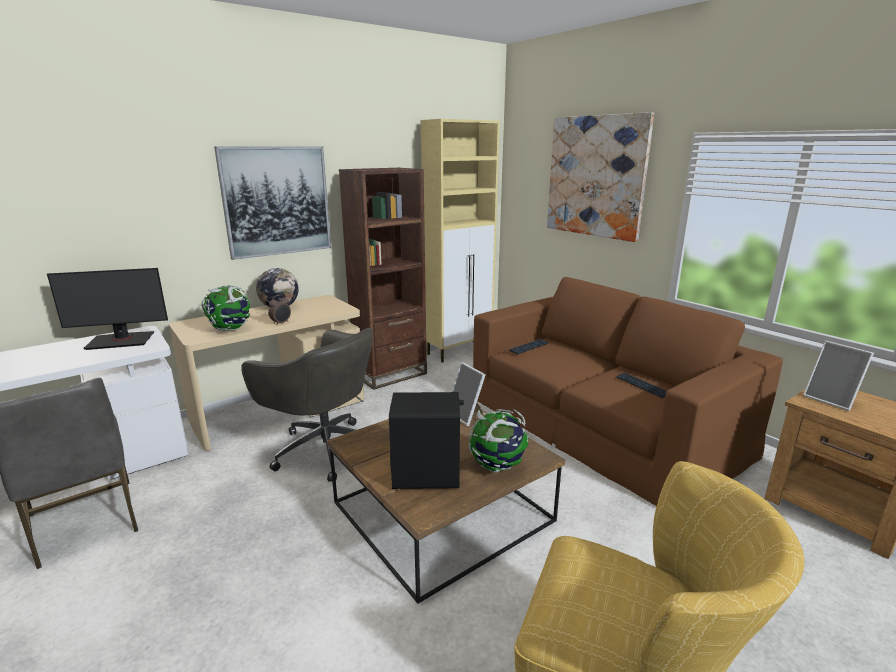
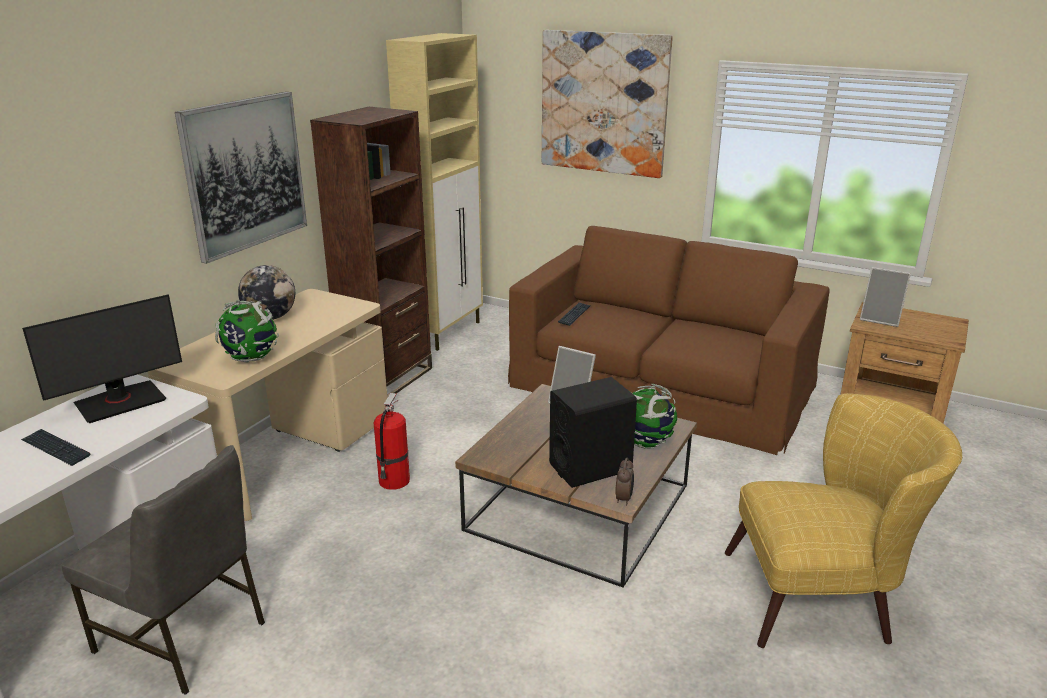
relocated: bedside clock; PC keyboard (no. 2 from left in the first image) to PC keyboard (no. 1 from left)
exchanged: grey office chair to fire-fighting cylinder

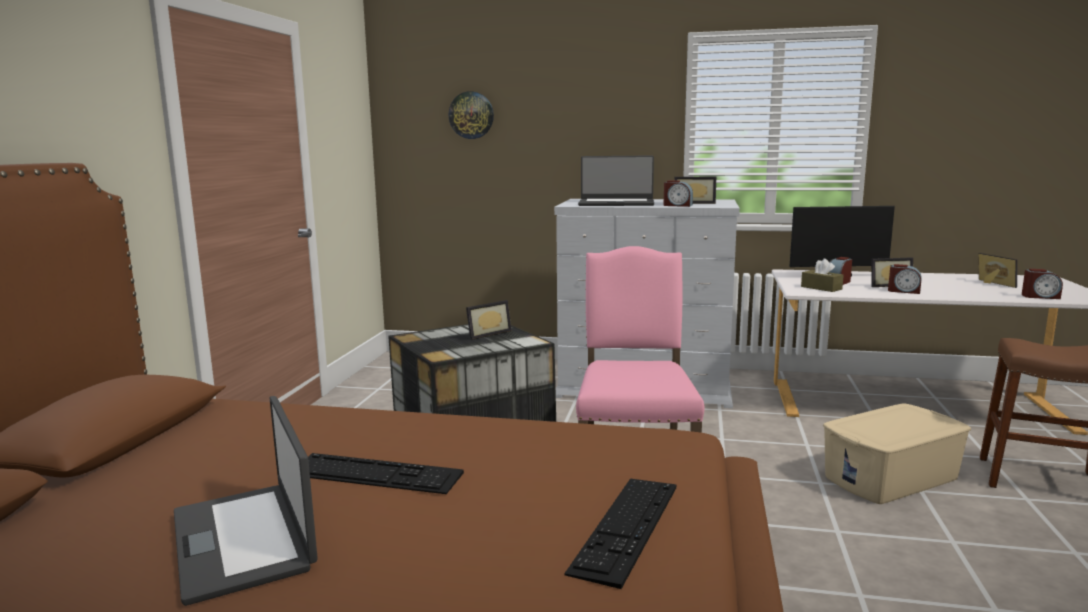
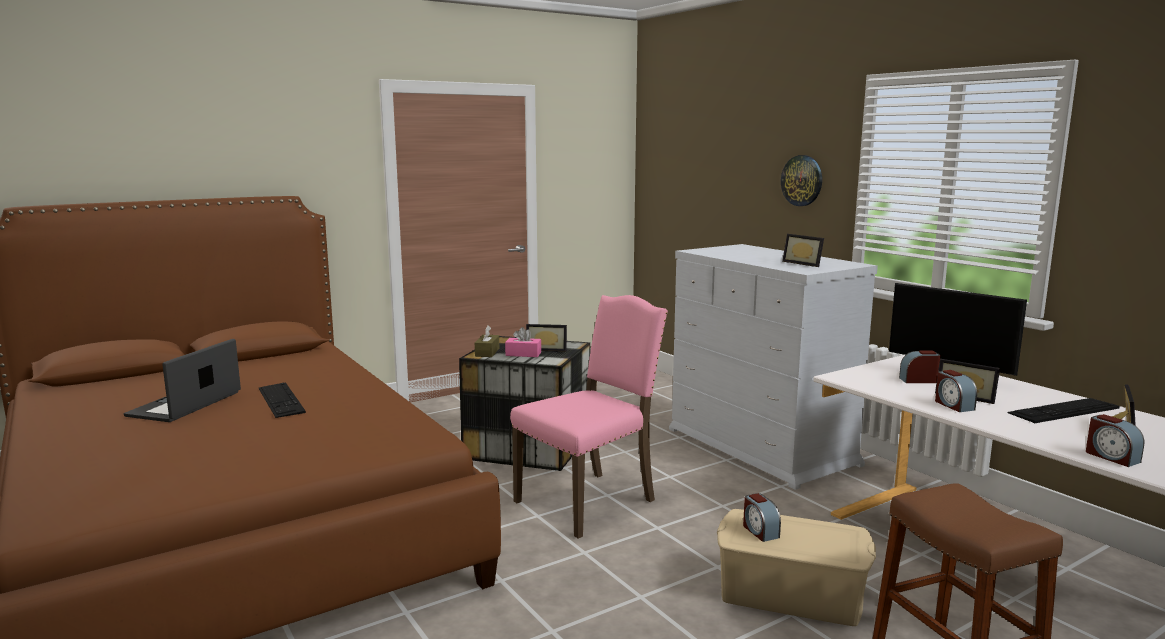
missing: portable computer (no. 2 from left)
appeared: pink-coloured tissue box
relocated: hanging clock; PC keyboard (no. 2 from left); bedside clock (no. 1 from left); brown tissue box

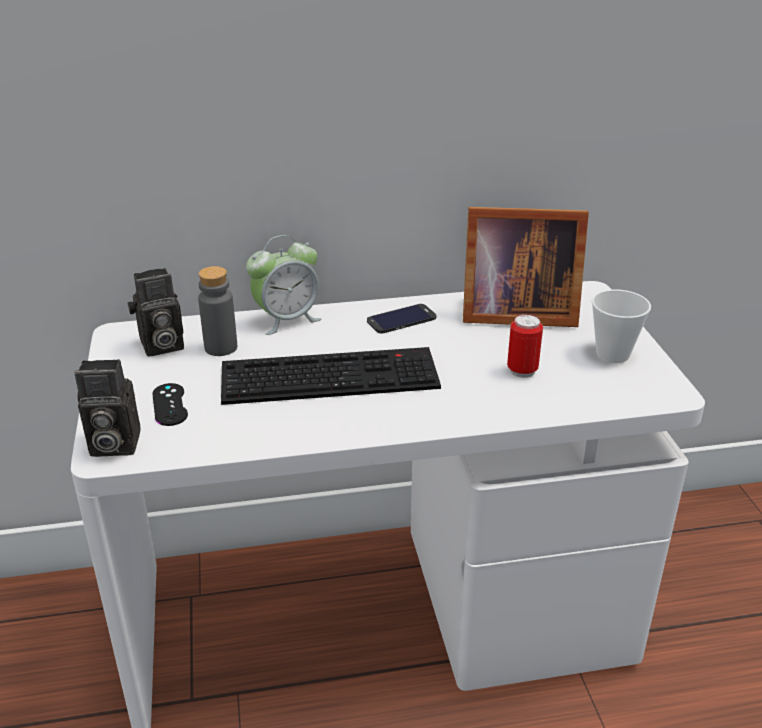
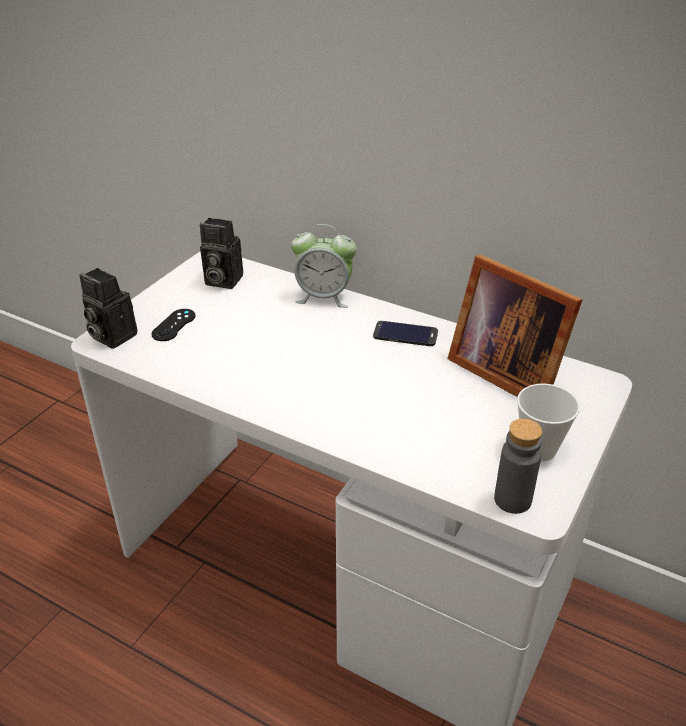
missing: PC keyboard; sealed can
relocated: grey beverage bottle

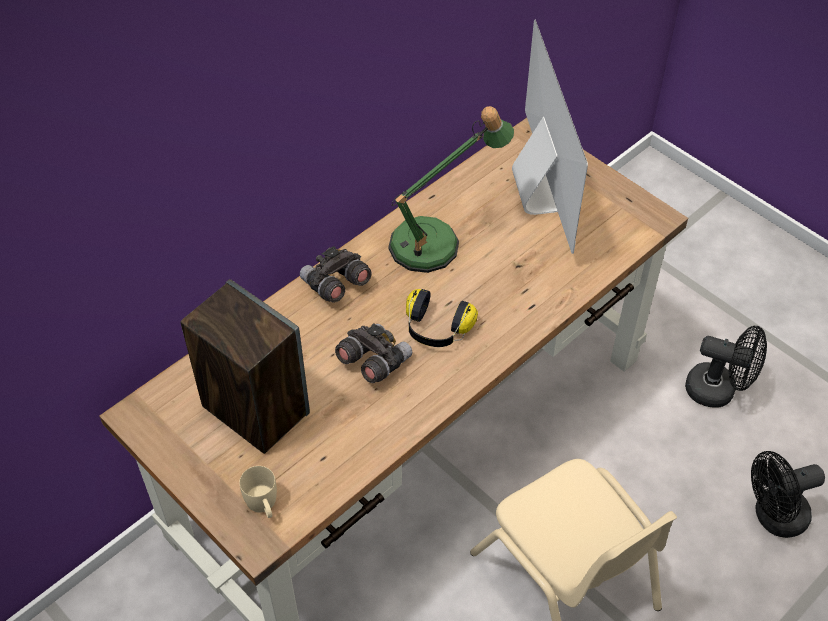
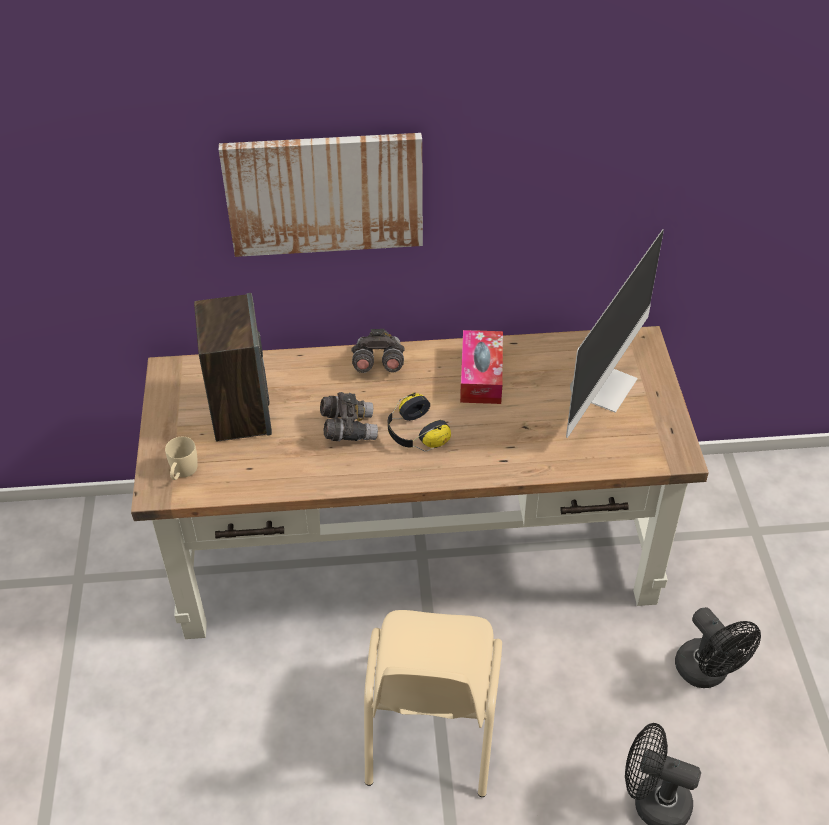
appeared: wall art
exchanged: table lamp to tissue box

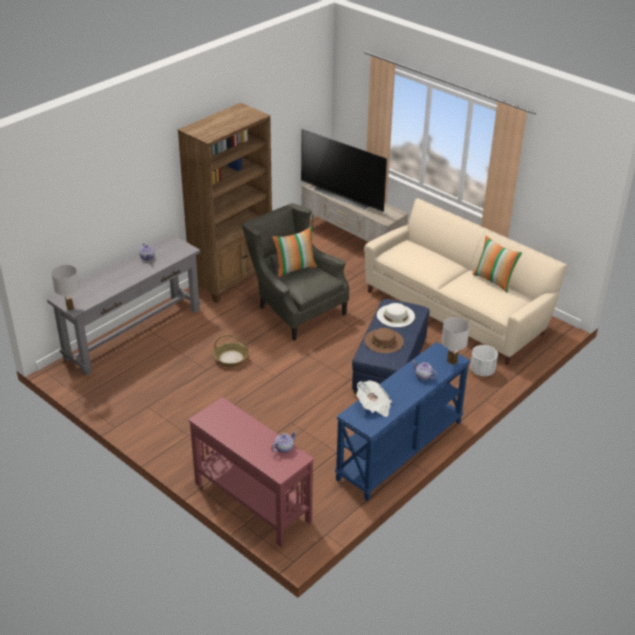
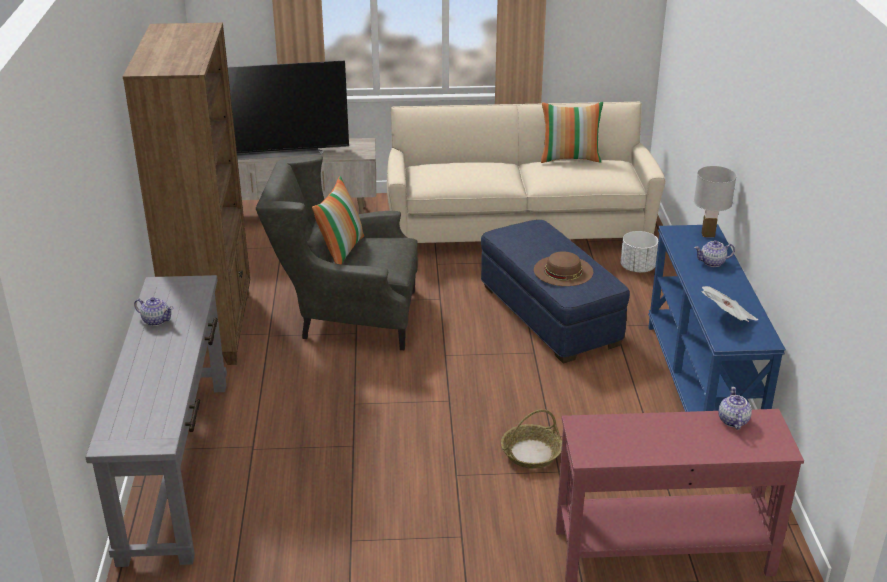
missing: whitish table lamp (no. 1 from left); whitish clothing hat
relocated: storage basket

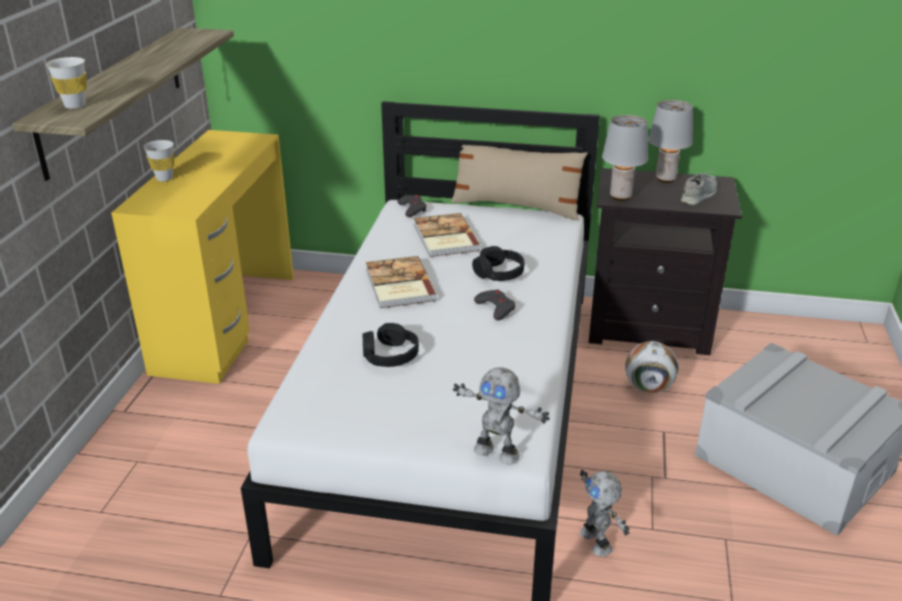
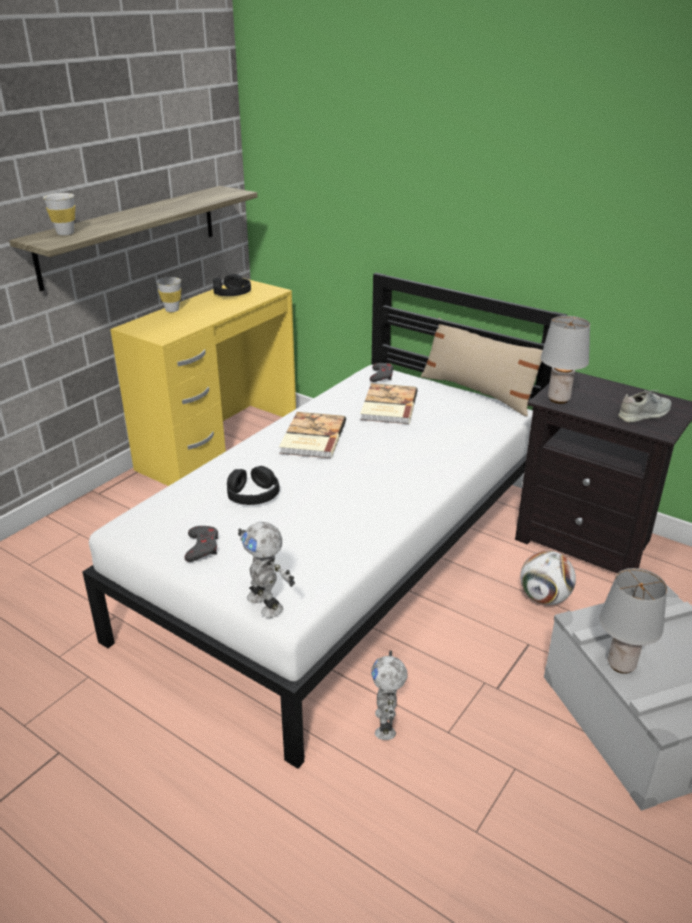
relocated: black-coloured pair of headphones (no. 2 from left in the first image) to black-coloured pair of headphones (no. 1 from left); grey gamepad (no. 2 from left in the first image) to grey gamepad (no. 1 from left); grey table lamp (no. 2 from left)

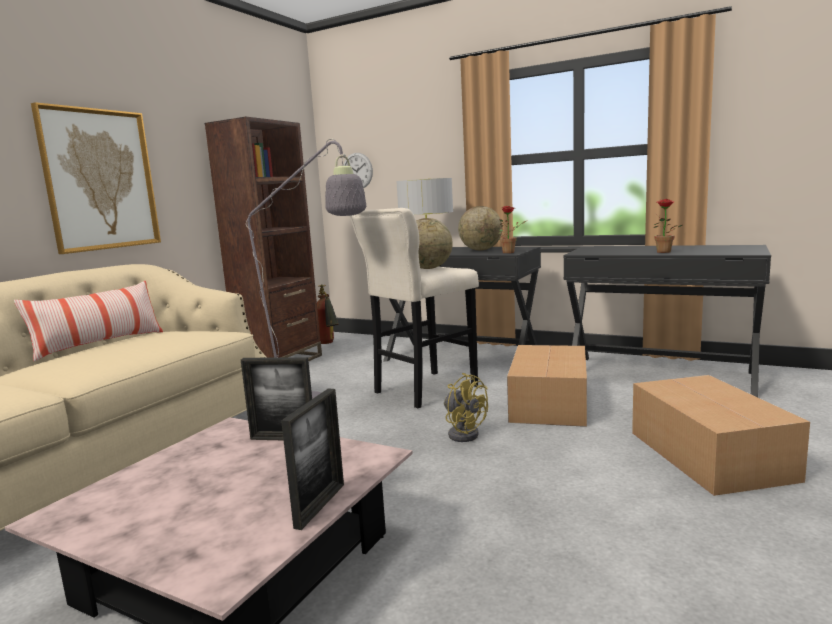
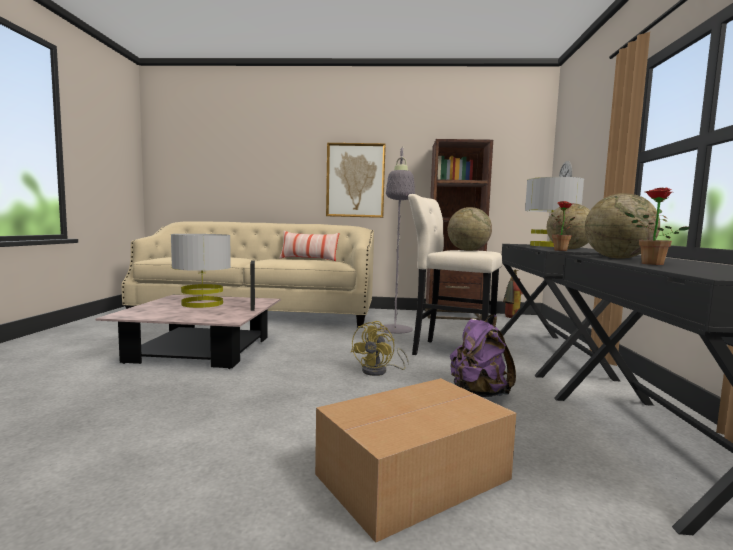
missing: photo frame (no. 2 from left)
appeared: grey table lamp (no. 1 from left); desk globe (no. 3 from left)
exchanged: cardboard box (no. 1 from left) to purple knapsack

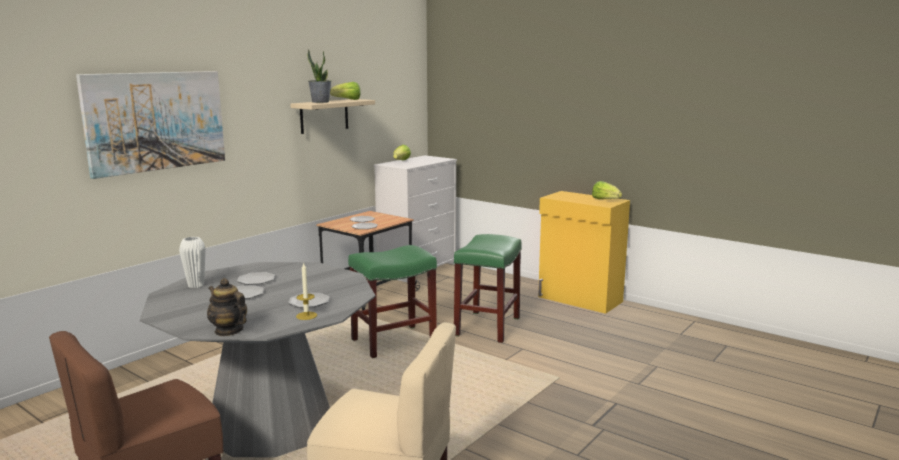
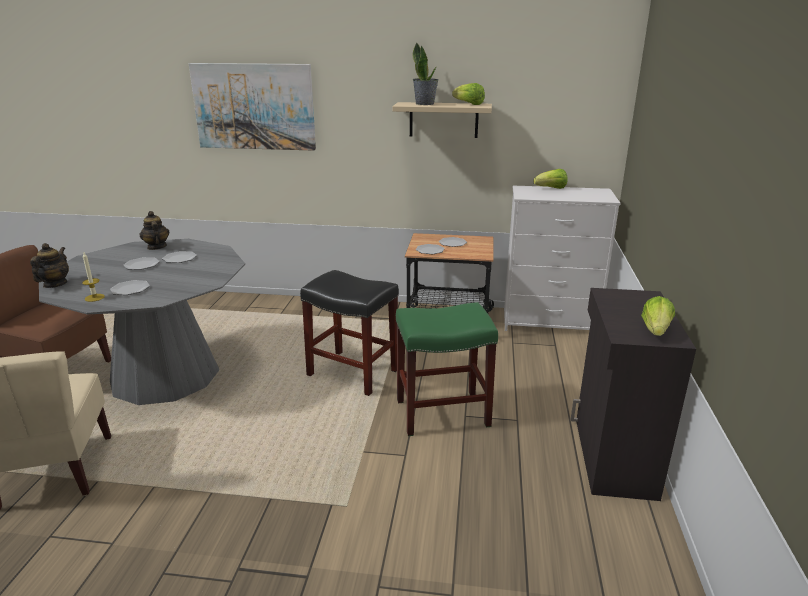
exchanged: whitish vase to teapot (no. 2 from left)
colour: green stool seat (no. 1 from left) to black-coloured stool seat; yellow-coloured storage cabinet to black-coloured storage cabinet

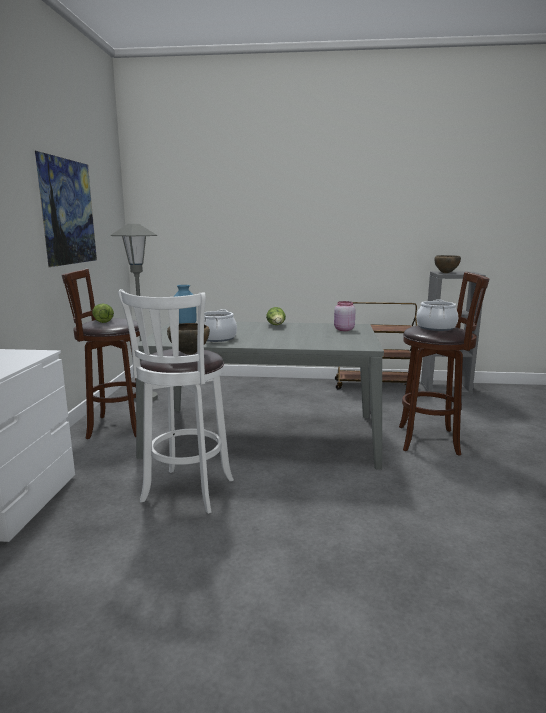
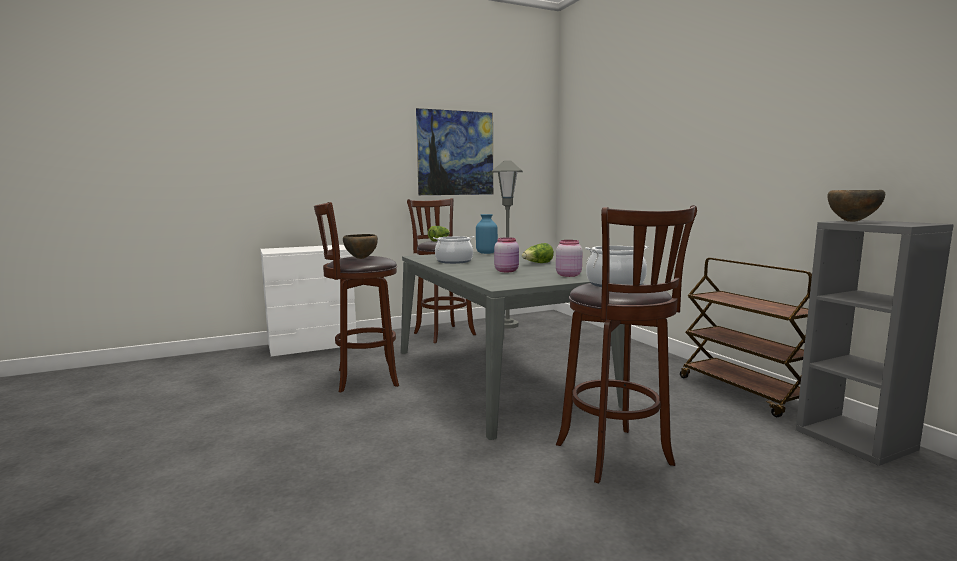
appeared: pink-coloured preserve jar (no. 1 from left)
colour: whitish stool seat to brown stool seat (no. 1 from left)

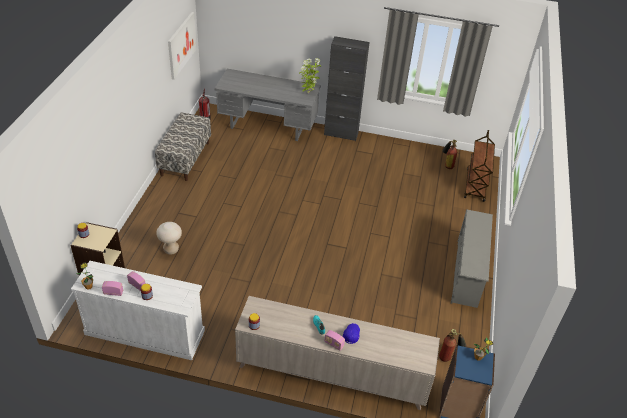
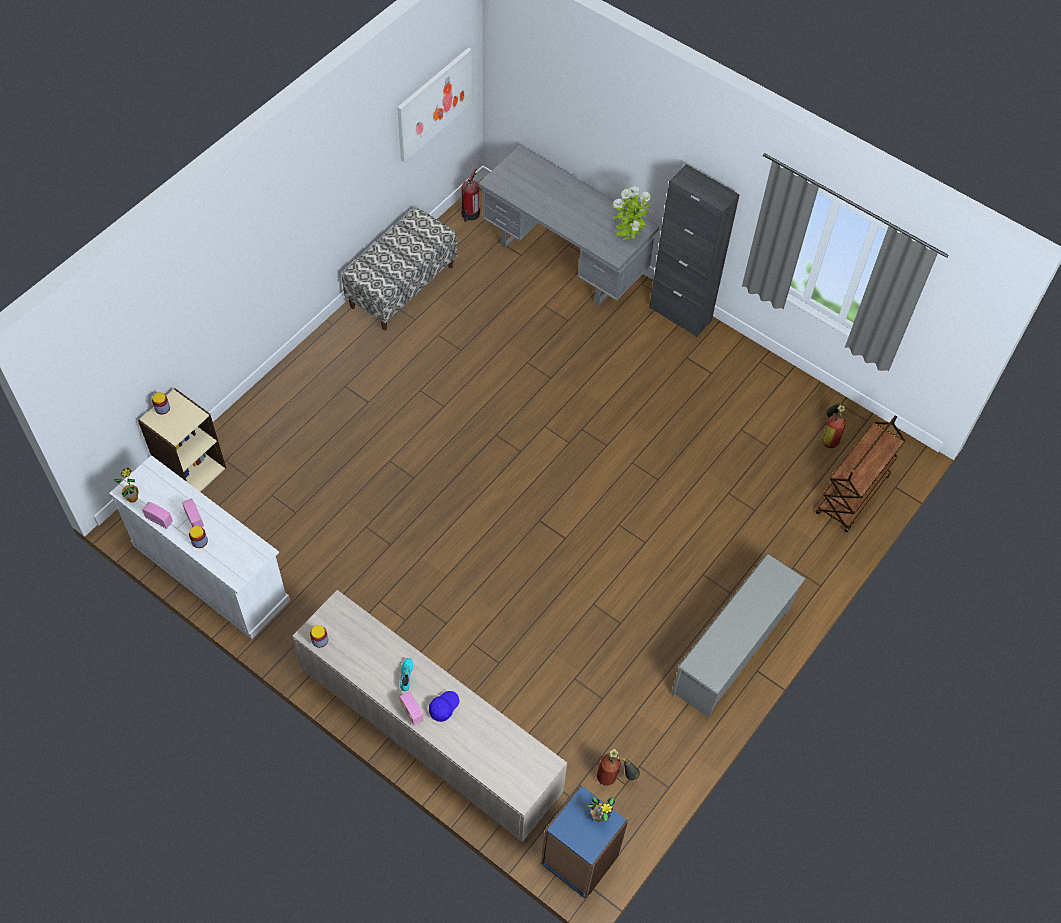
missing: beige stool seat

